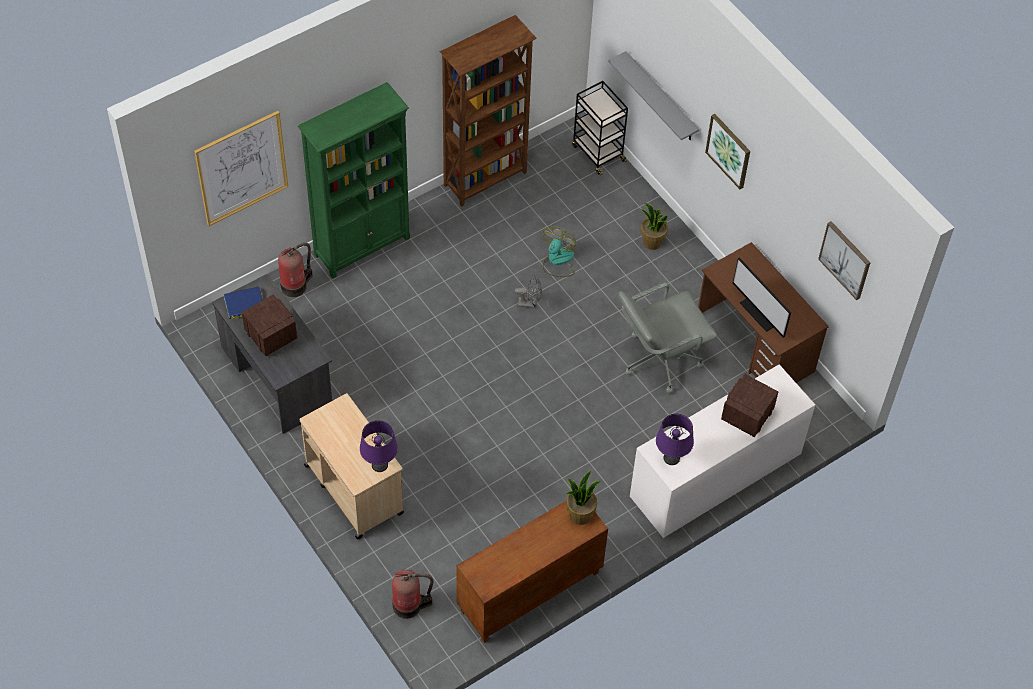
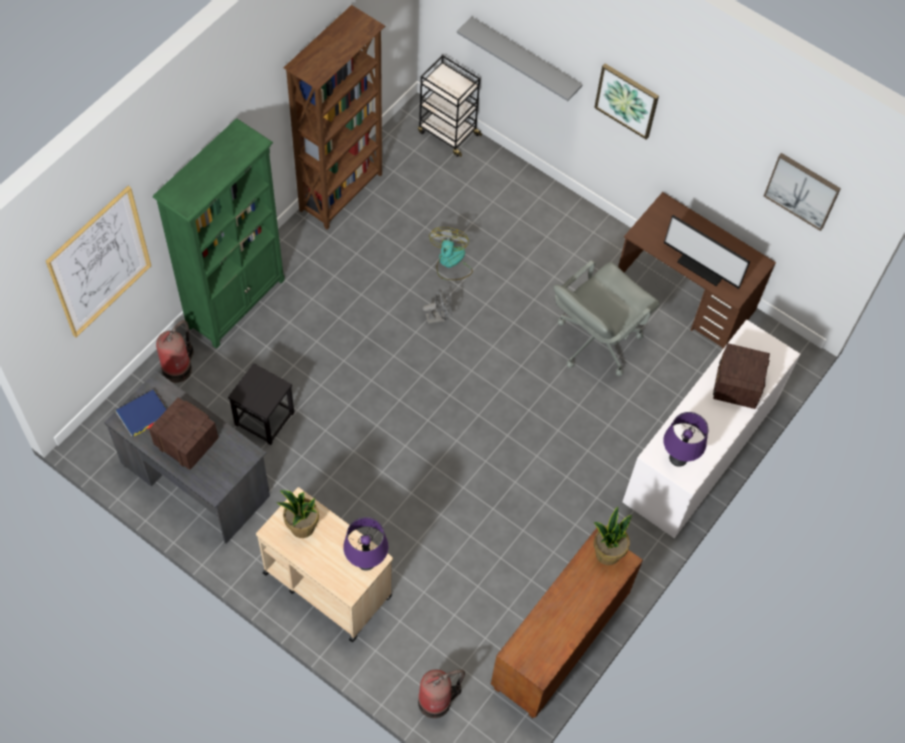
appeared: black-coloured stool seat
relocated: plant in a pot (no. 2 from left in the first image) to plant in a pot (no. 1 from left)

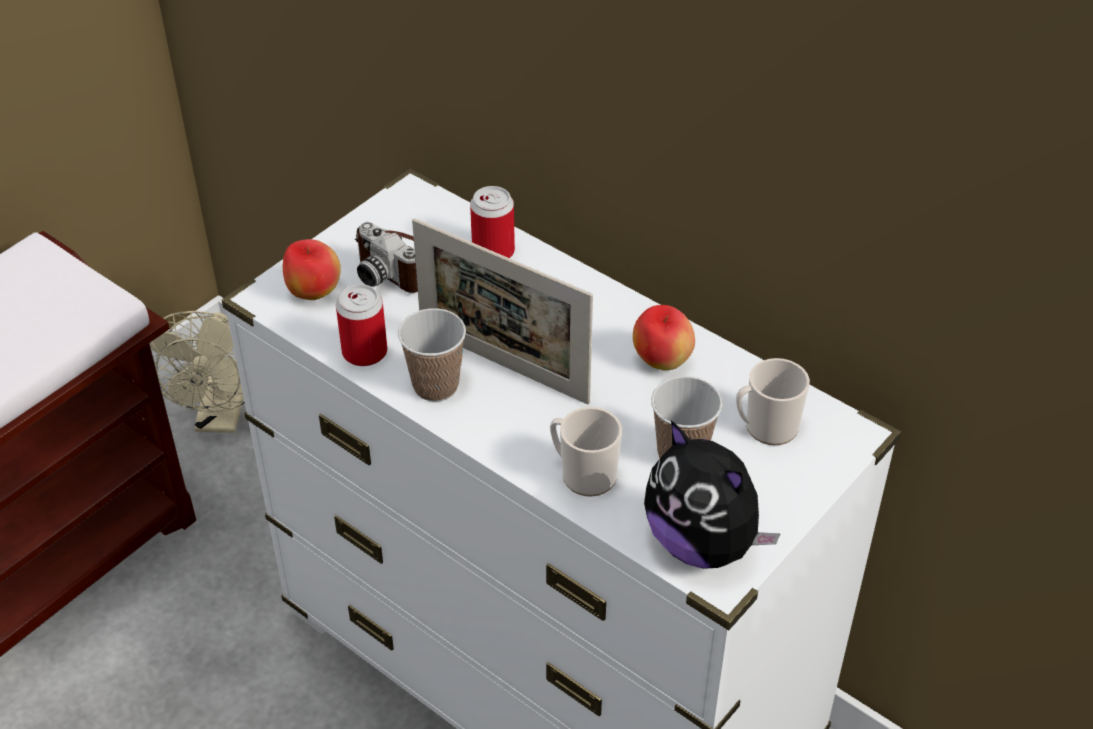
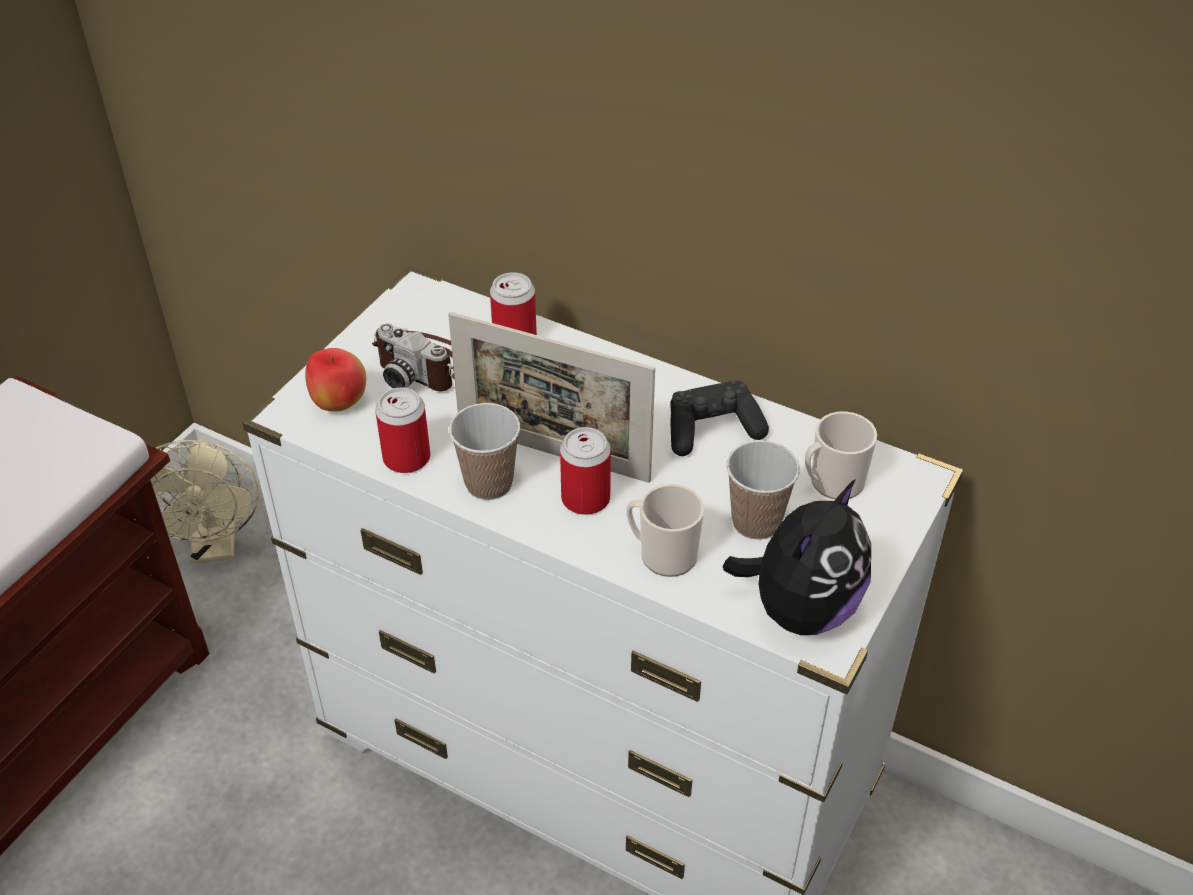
appeared: sealed can (no. 3 from left)
exchanged: apple (no. 2 from left) to black-coloured gamepad
spun: cuddly toy 90 degrees counterclockwise

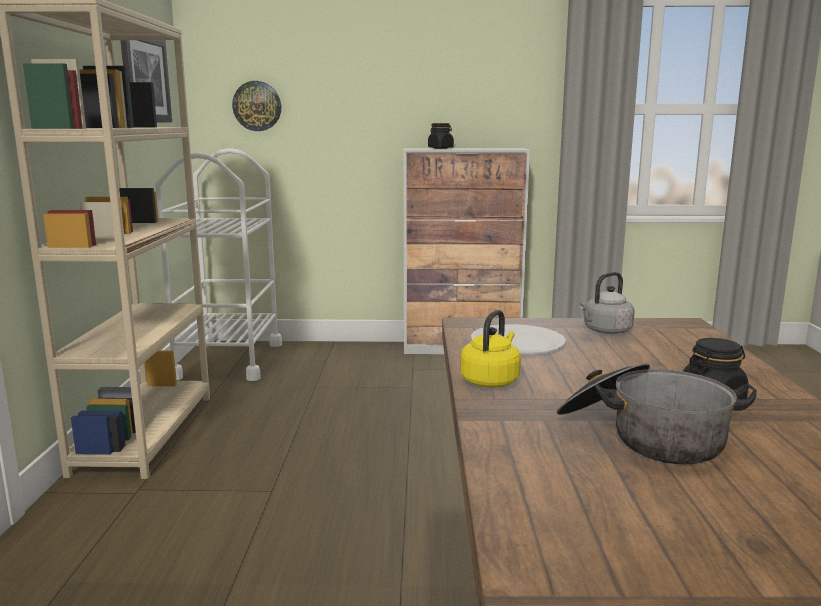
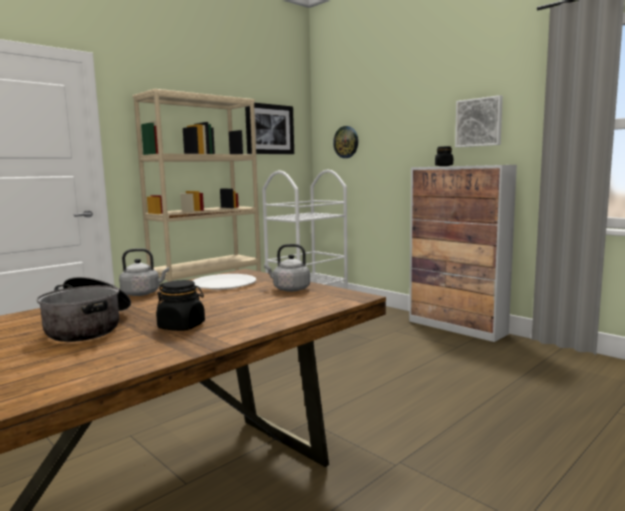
appeared: wall art (no. 2 from left)
colour: yellow-coloured kettle to grey kettle (no. 1 from left)

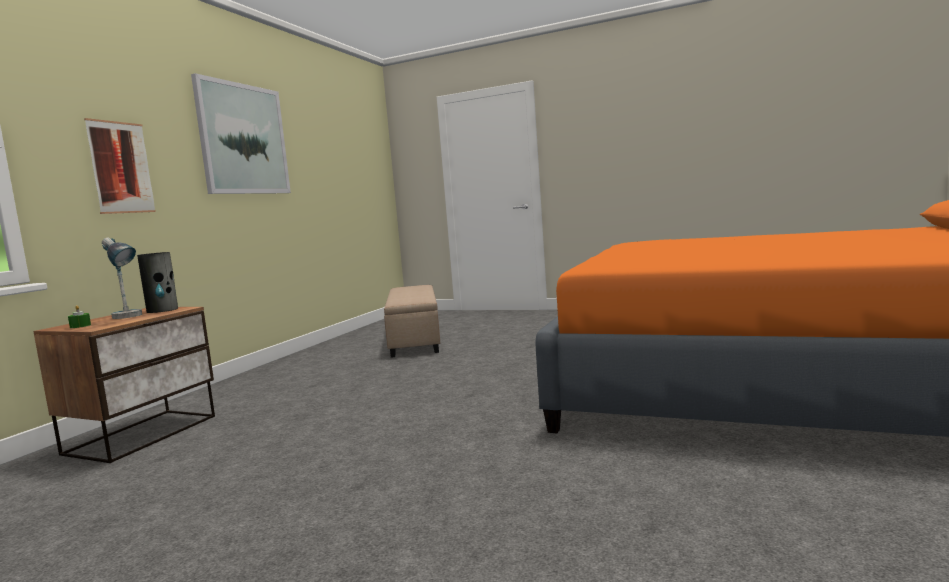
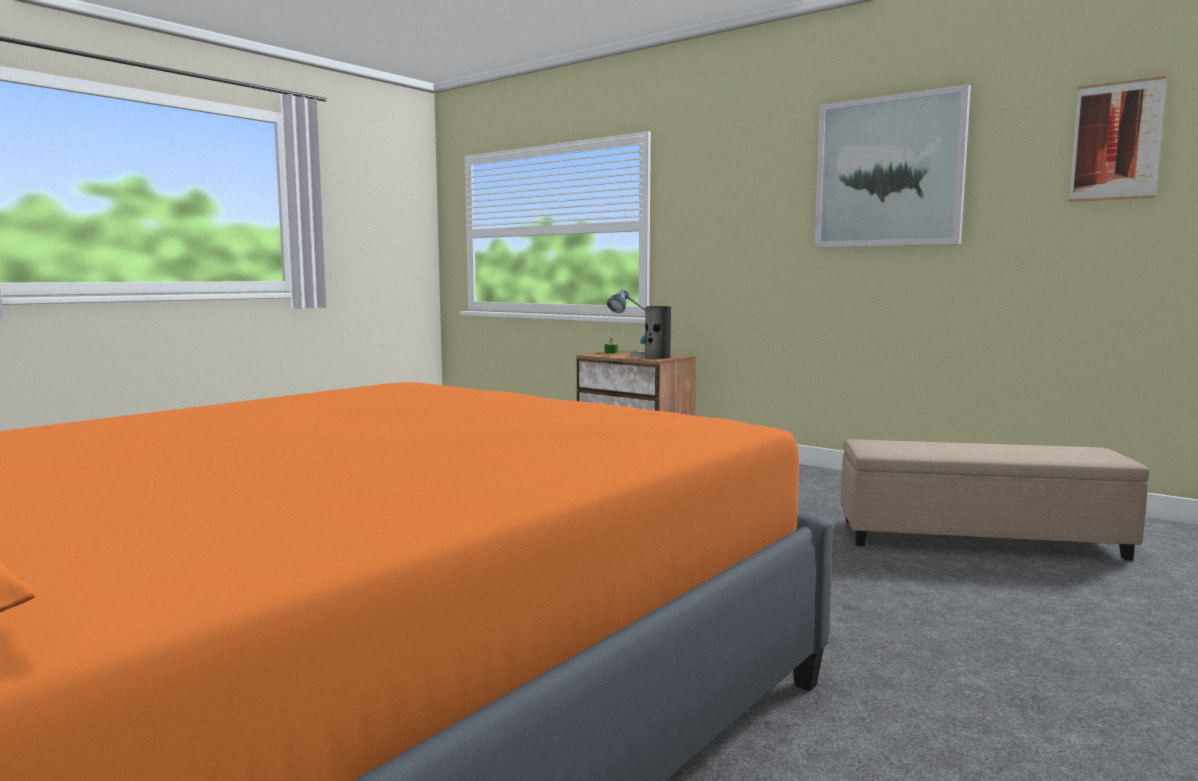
relocated: wall art (no. 1 from left in the first image) to wall art (no. 2 from left)

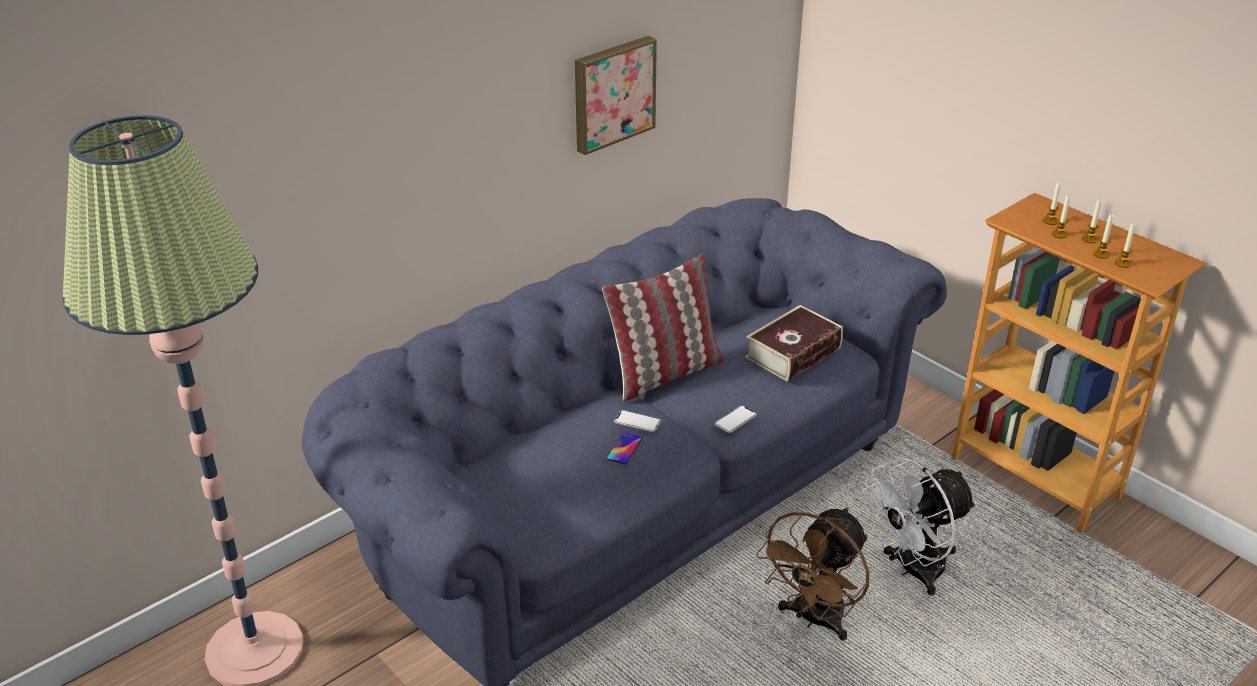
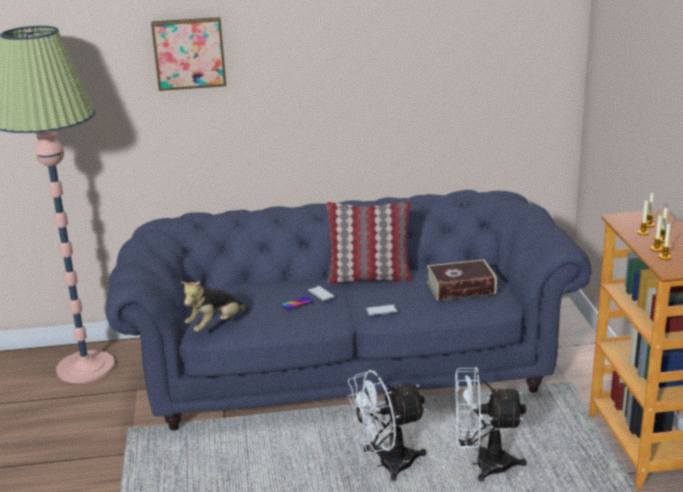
appeared: cuddly toy
relocated: wall art
colour: brown fan to whitish fan (no. 1 from left)

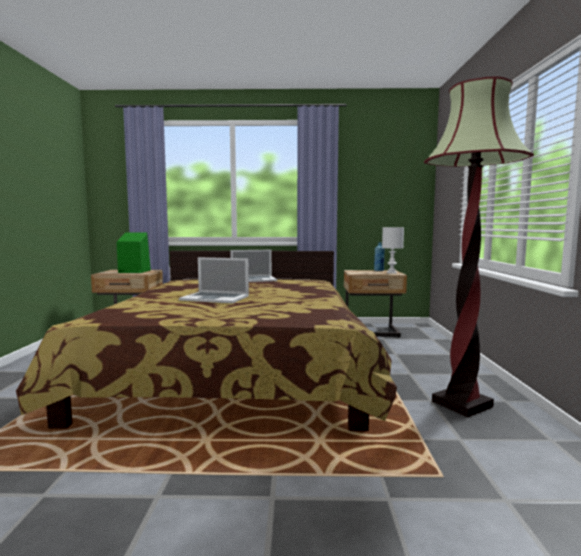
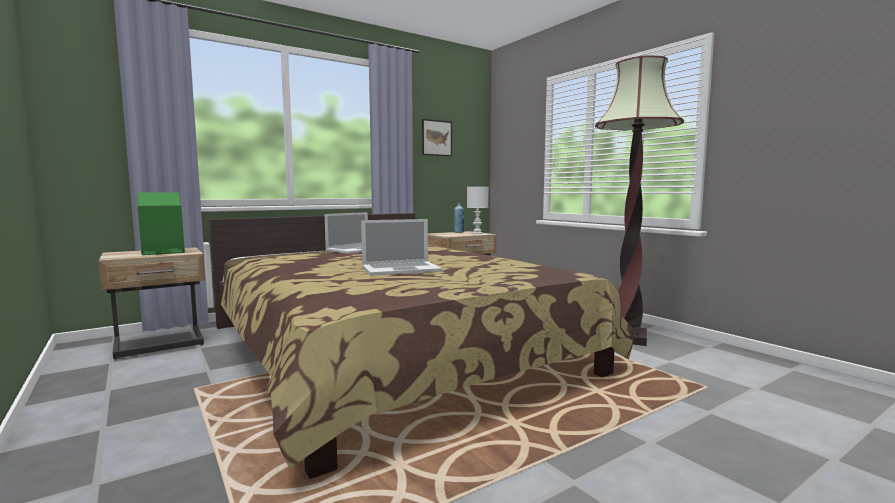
appeared: wall art

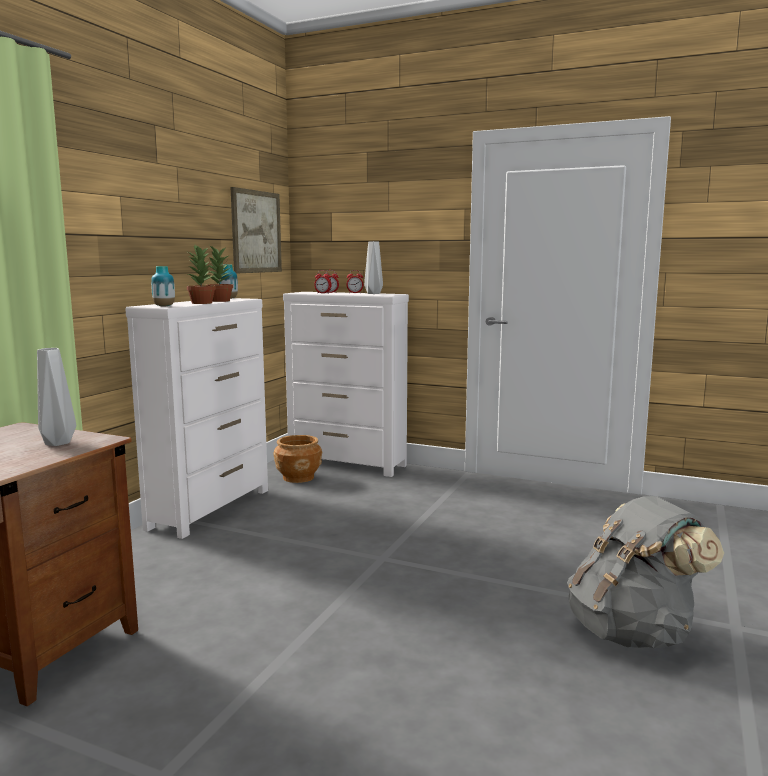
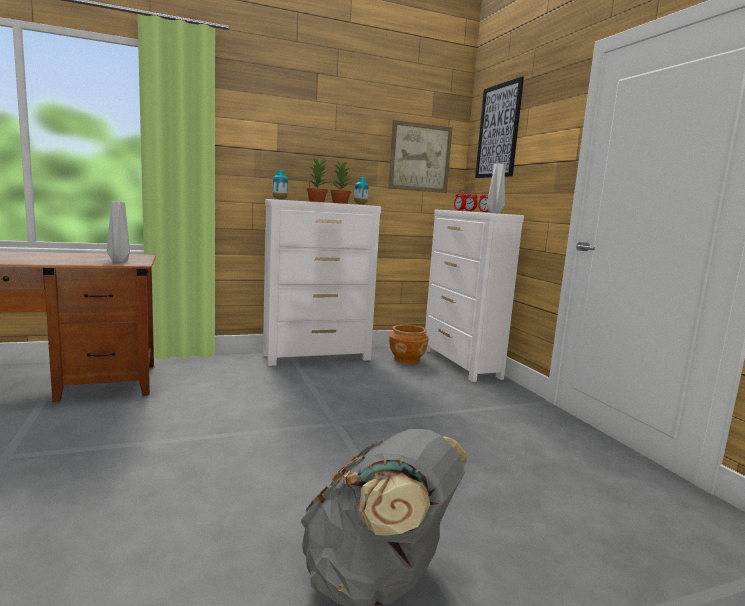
appeared: wall art (no. 2 from left)

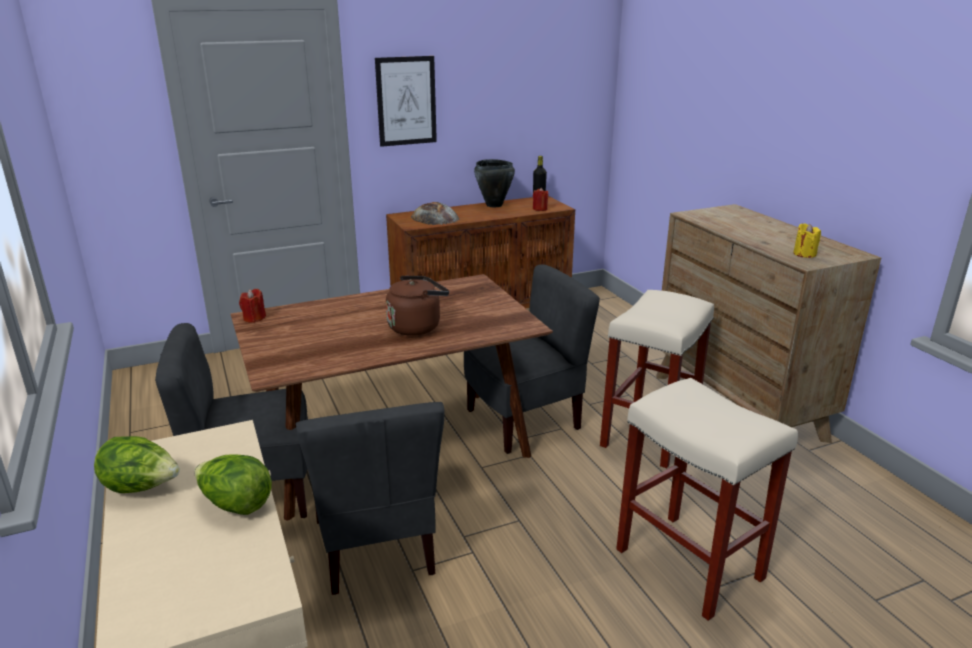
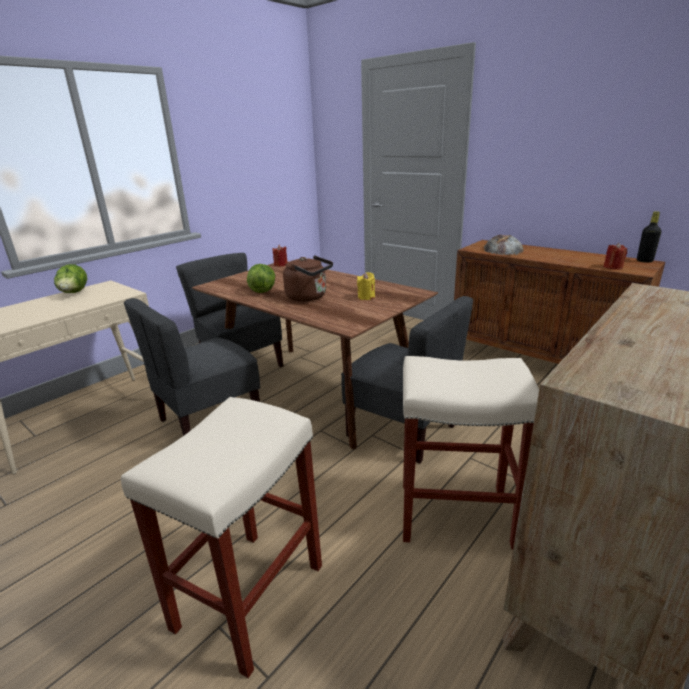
missing: wall art; black-coloured cooking pot
relocated: head of lettuce (no. 2 from left); yellow-coloured wax candle

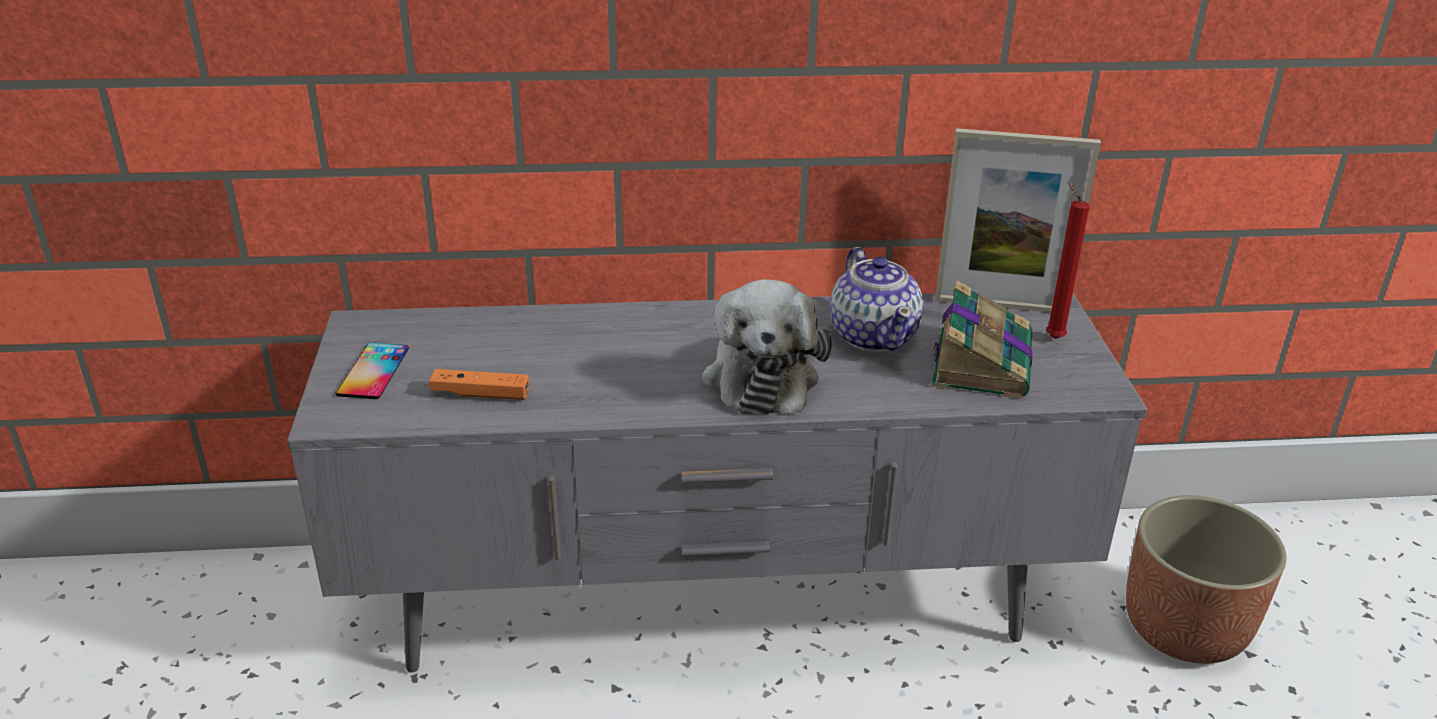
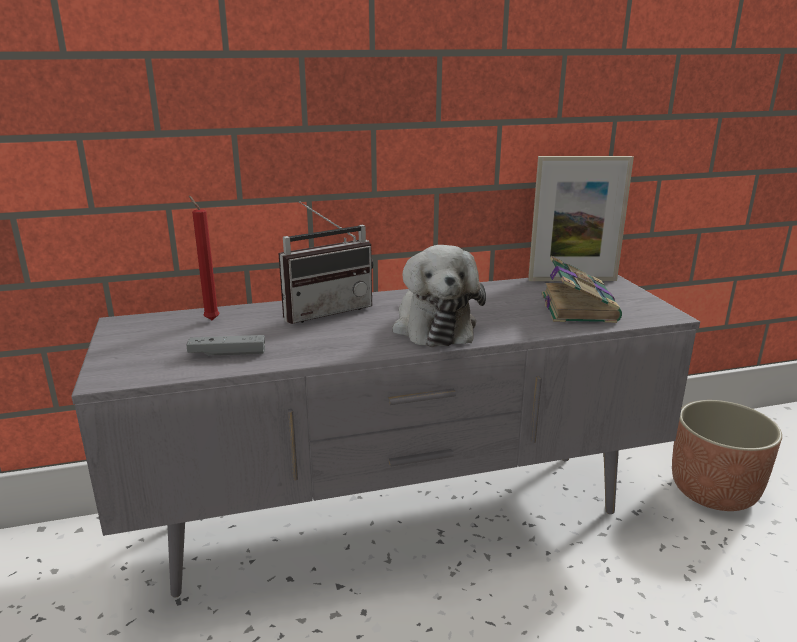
missing: telephone; teapot
appeared: radio set
relocated: reddish wax candle
colour: orange gamepad to grey gamepad

